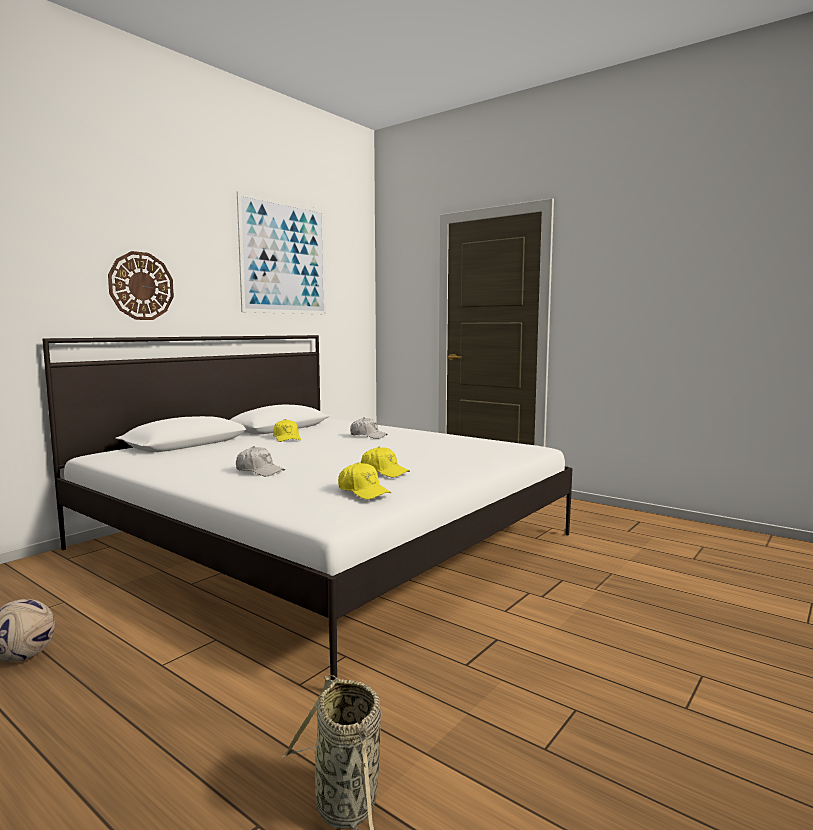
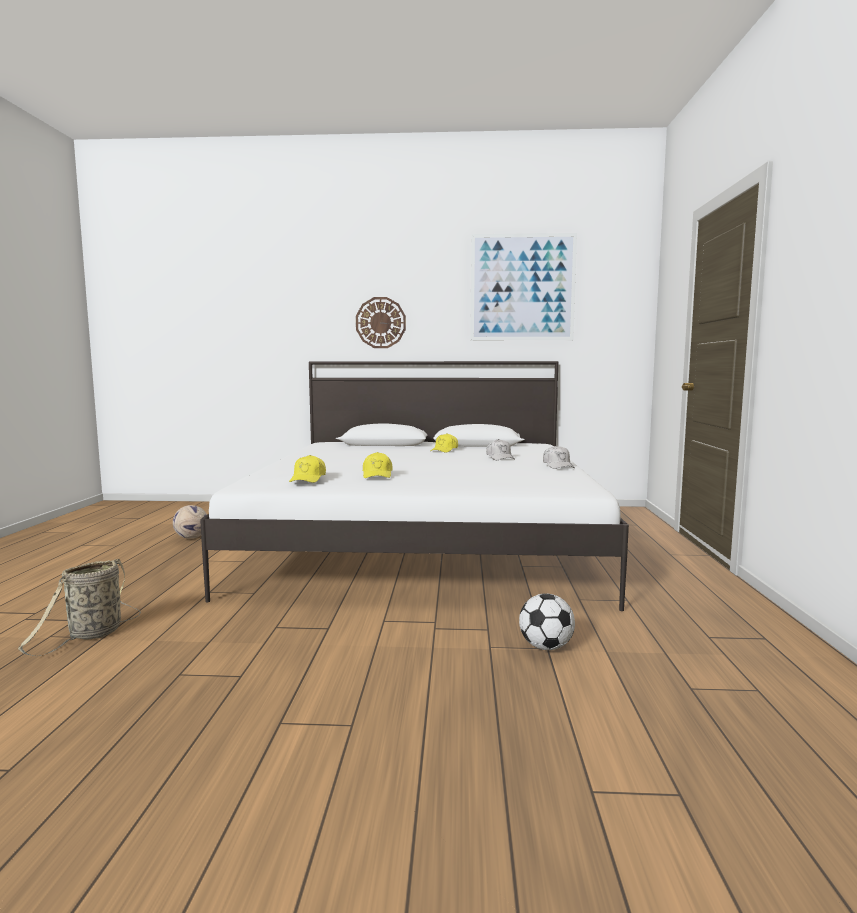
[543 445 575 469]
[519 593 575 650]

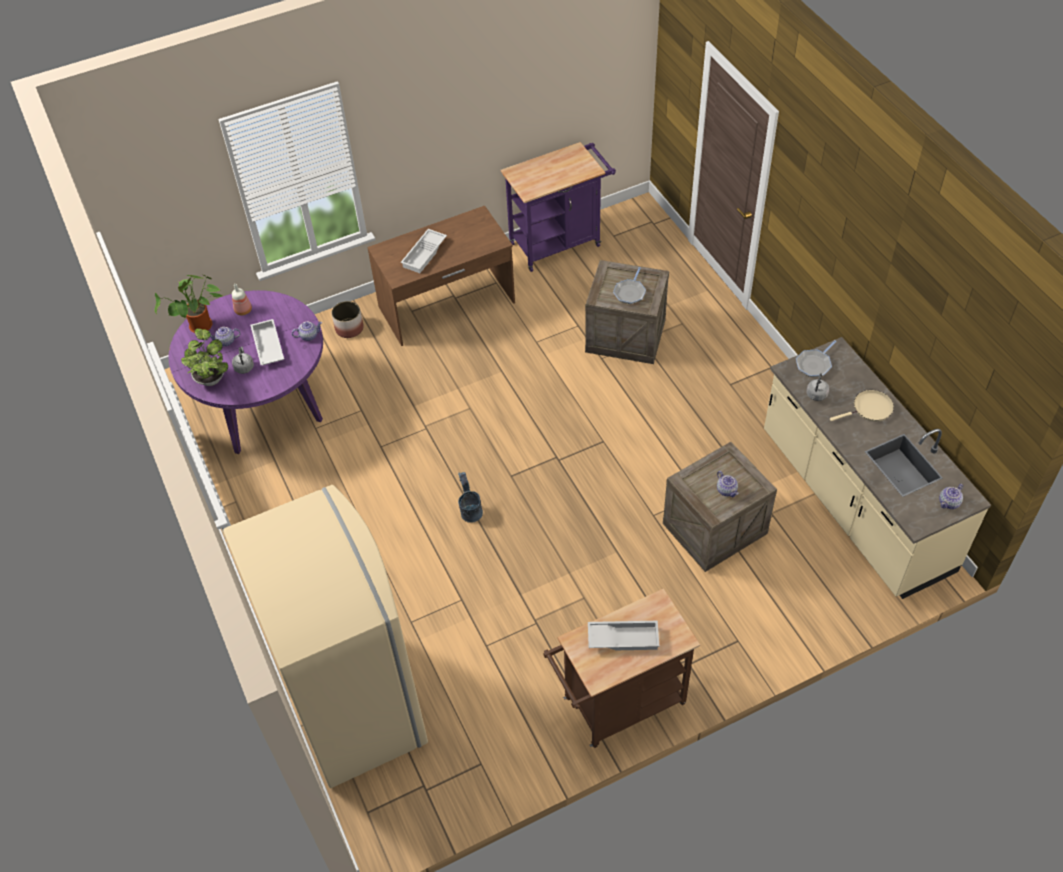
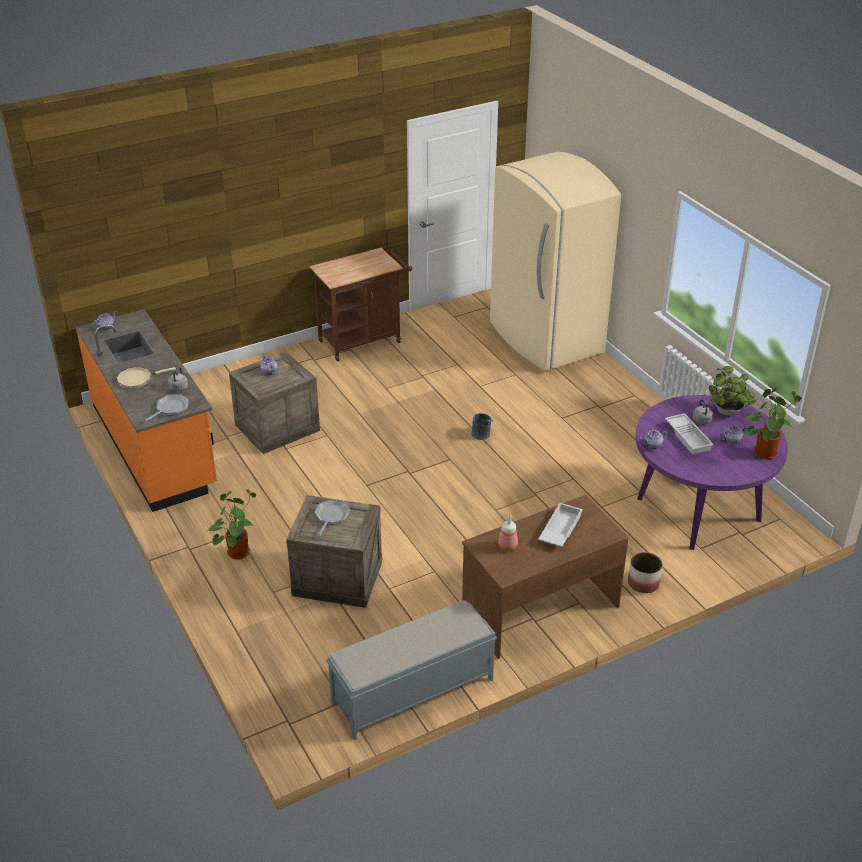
[498 515 518 551]
[326 600 497 740]
[588 621 660 650] (first image)
[76 309 217 512]
[207 489 256 560]

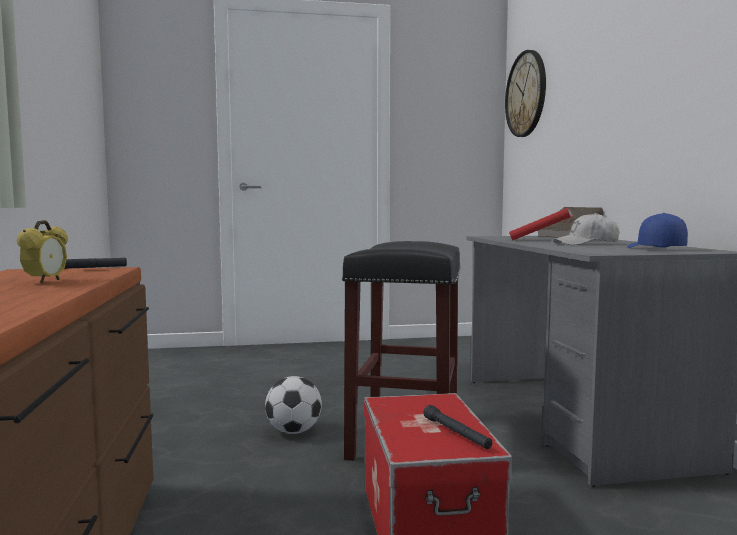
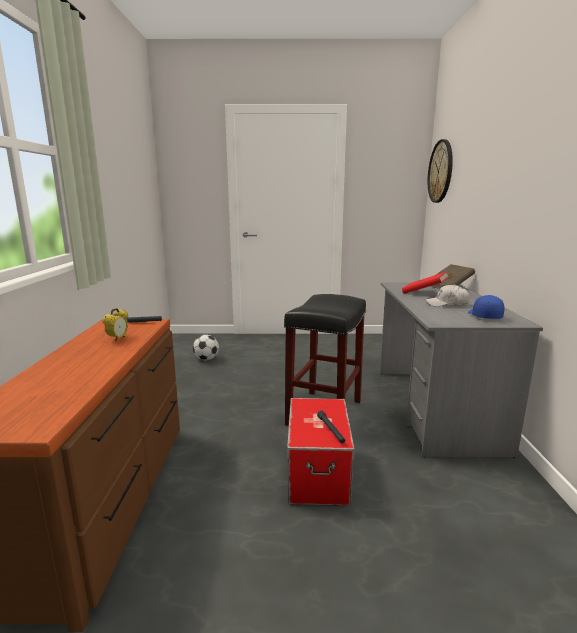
[193 335 219 360]

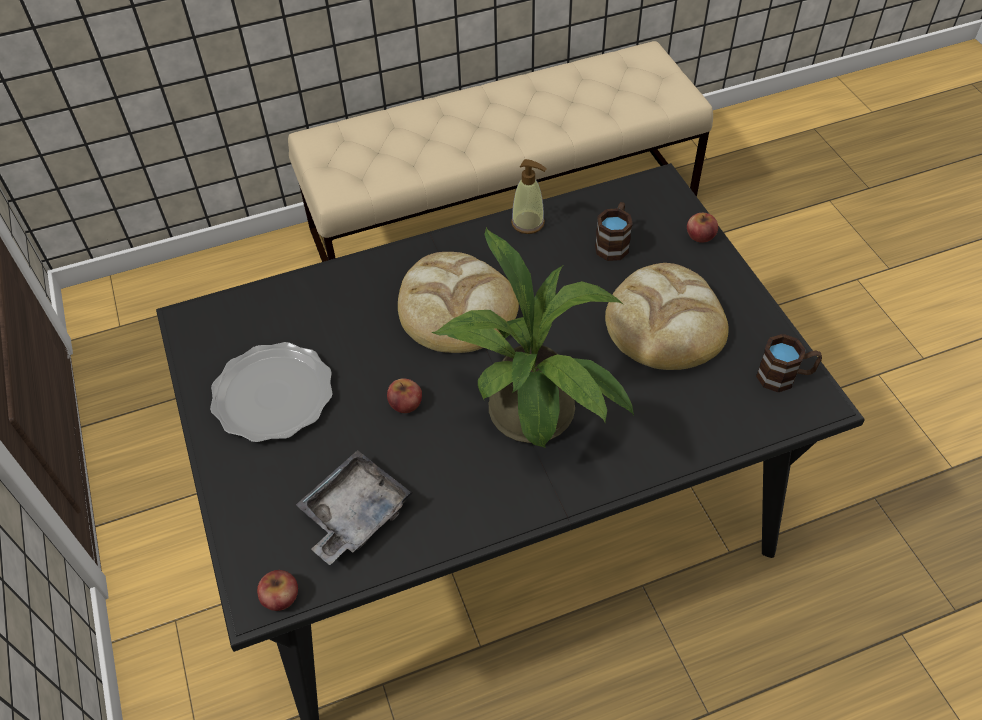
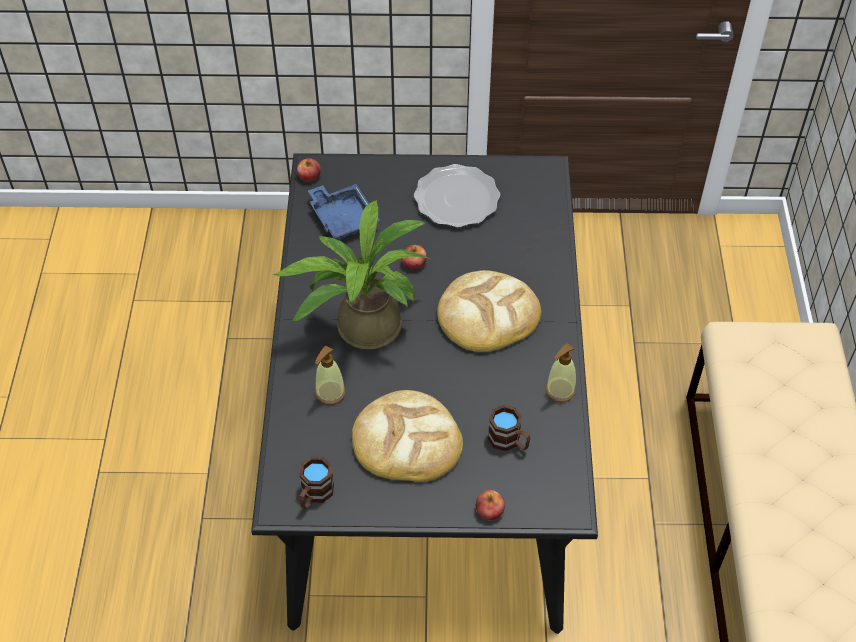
[308 184 380 240]
[315 346 345 405]

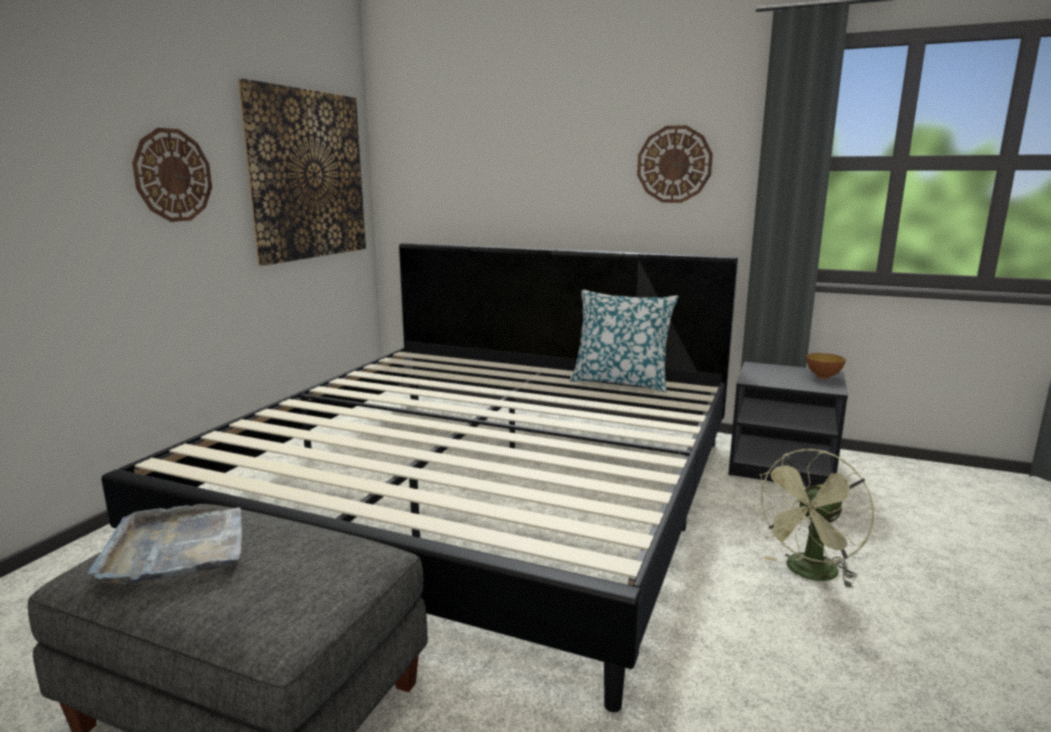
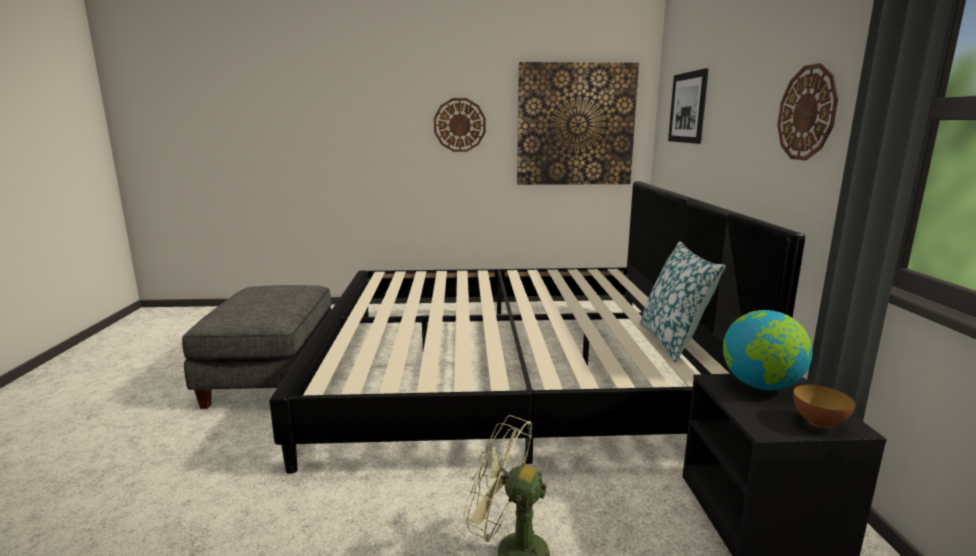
[88 504 242 585] (first image)
[668 68 709 144]
[723 310 812 390]

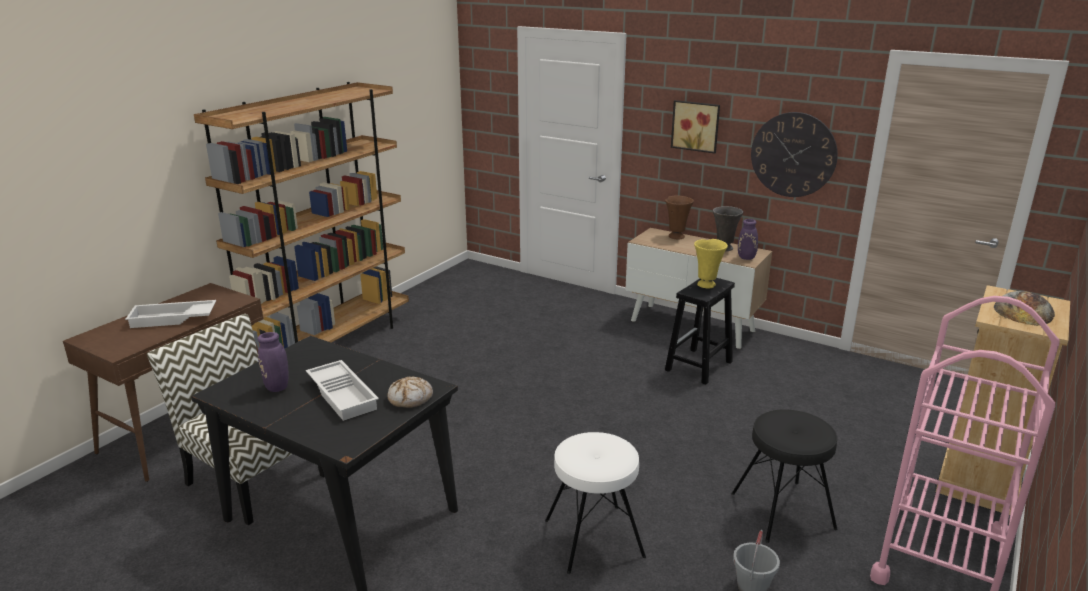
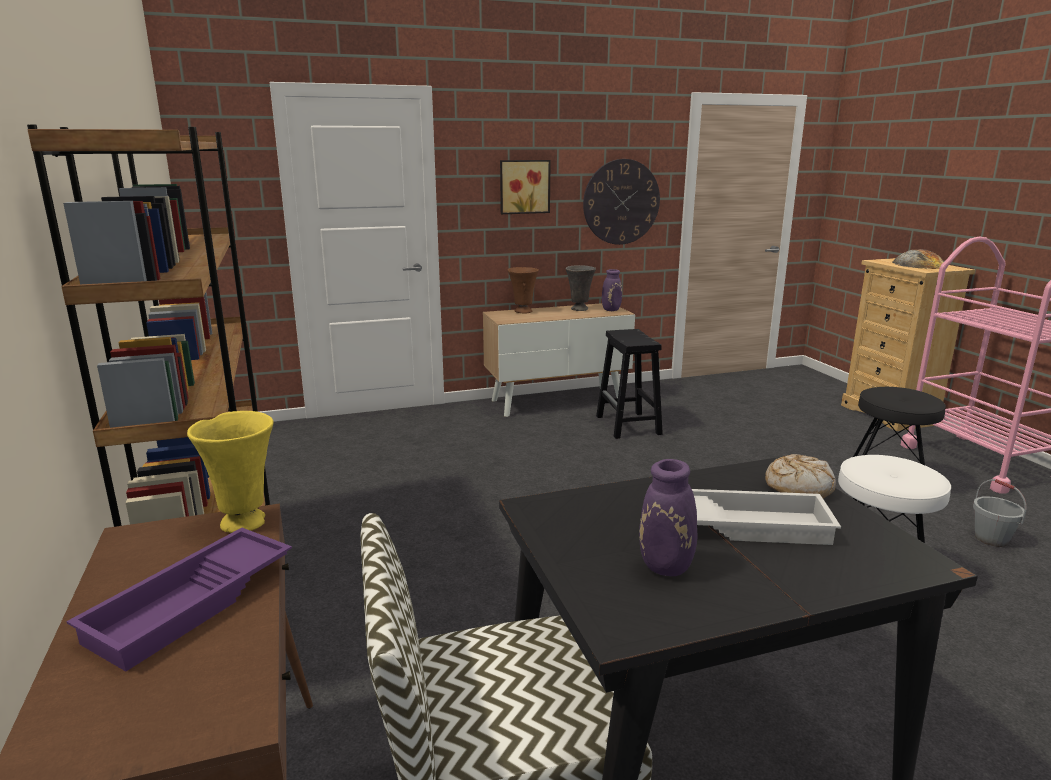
[66 528 292 671]
[187 411 274 533]

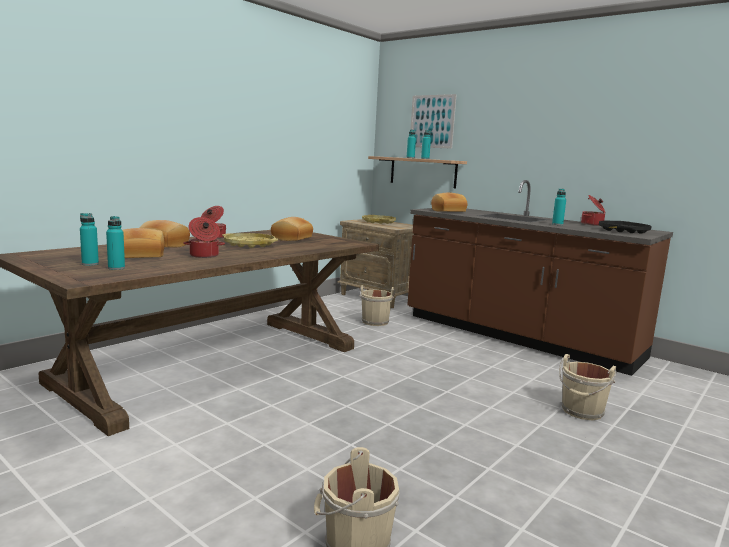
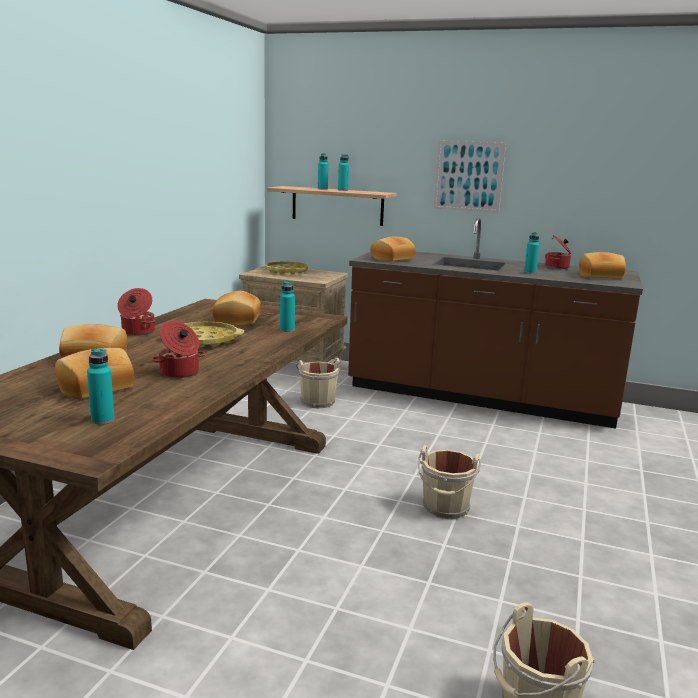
[280 281 295 332]
[434 141 506 213]
[418 445 481 519]
[579 252 626 279]

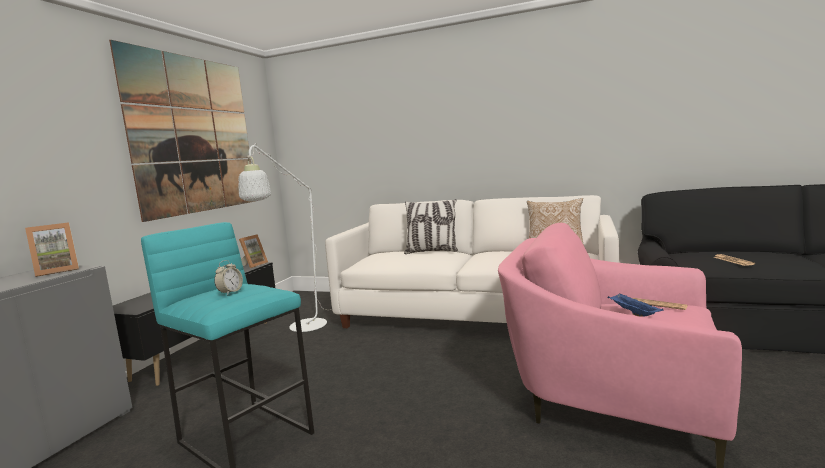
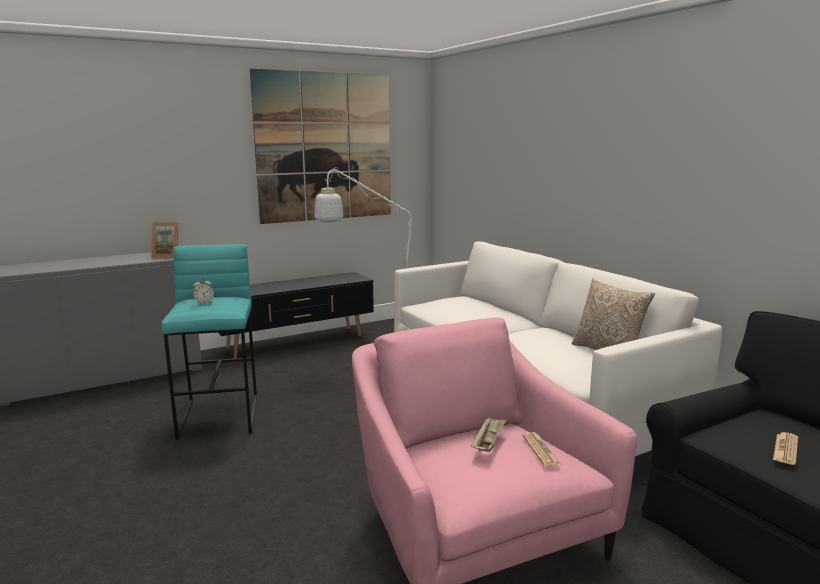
[239 234 268 268] (first image)
[404 199 458 254] (first image)
[471 416 507 452]

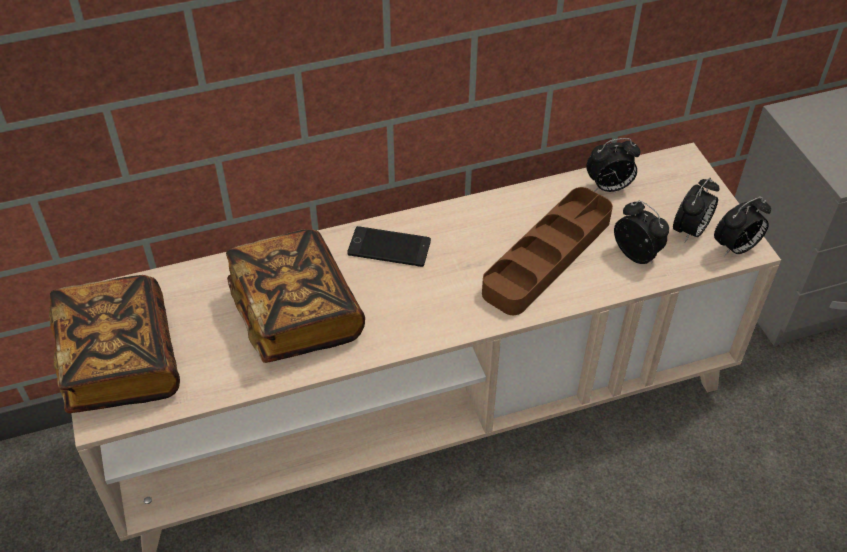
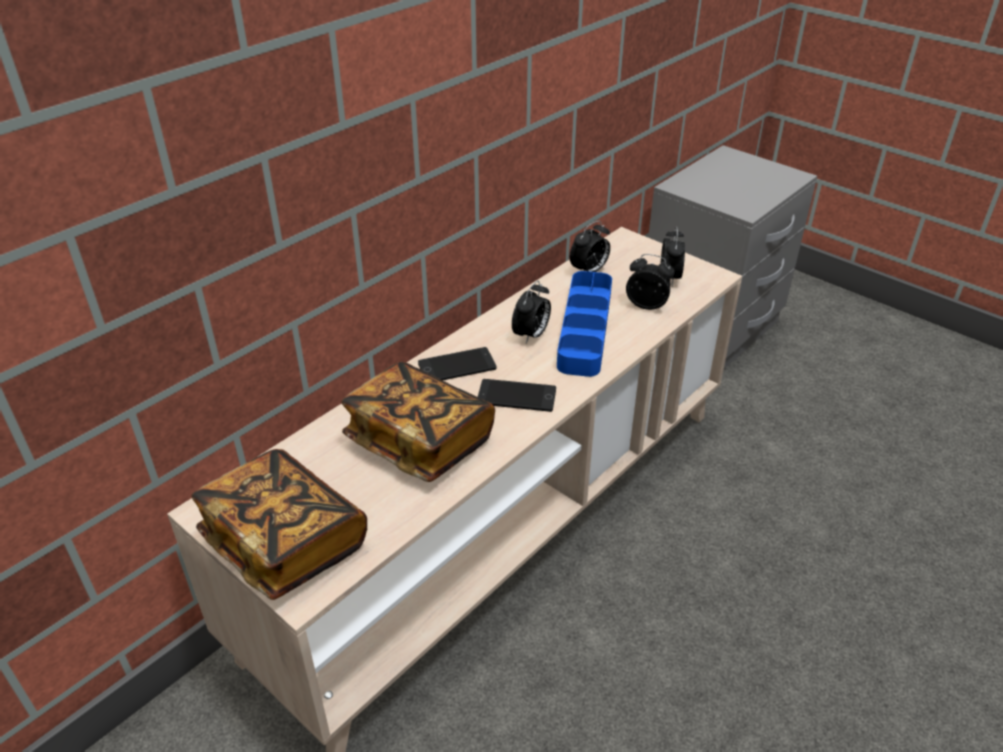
[557 271 612 377]
[512 281 551 344]
[478 379 556 412]

